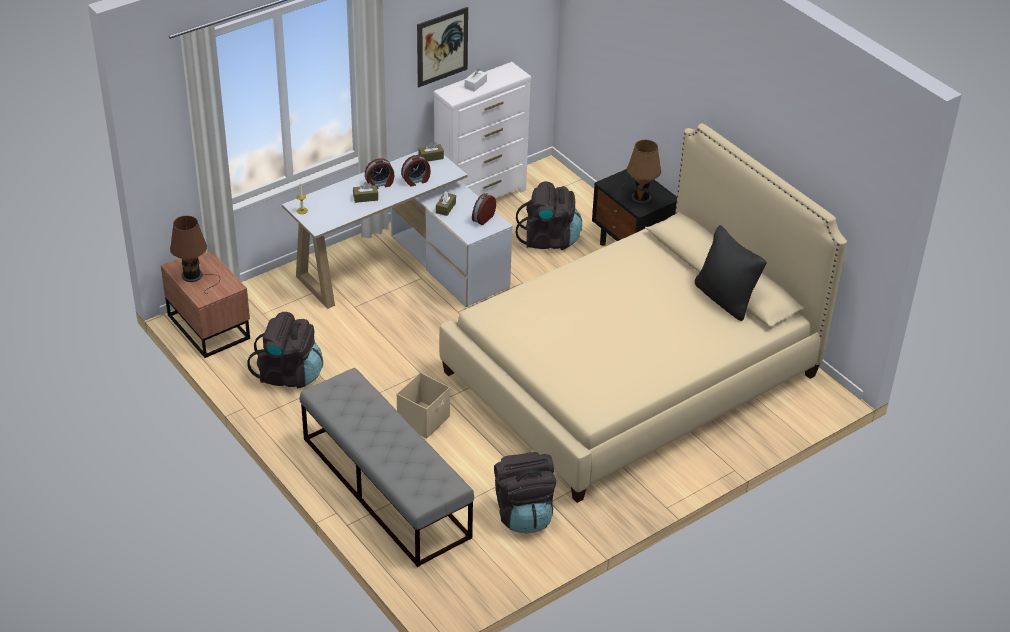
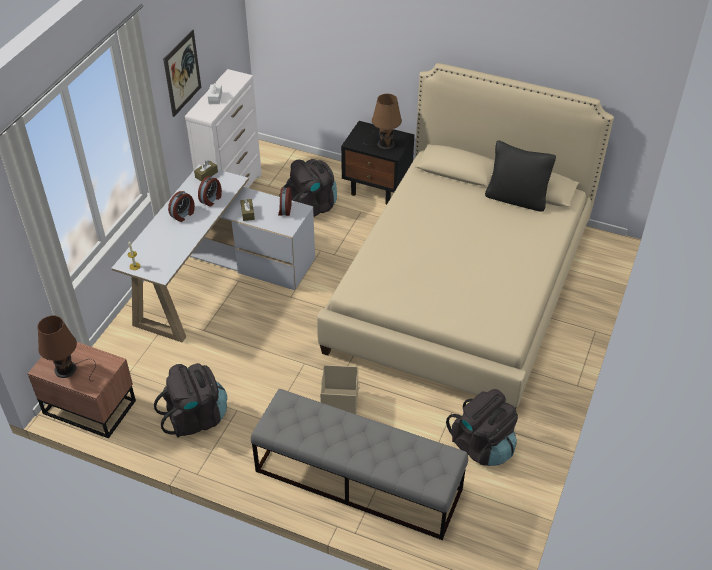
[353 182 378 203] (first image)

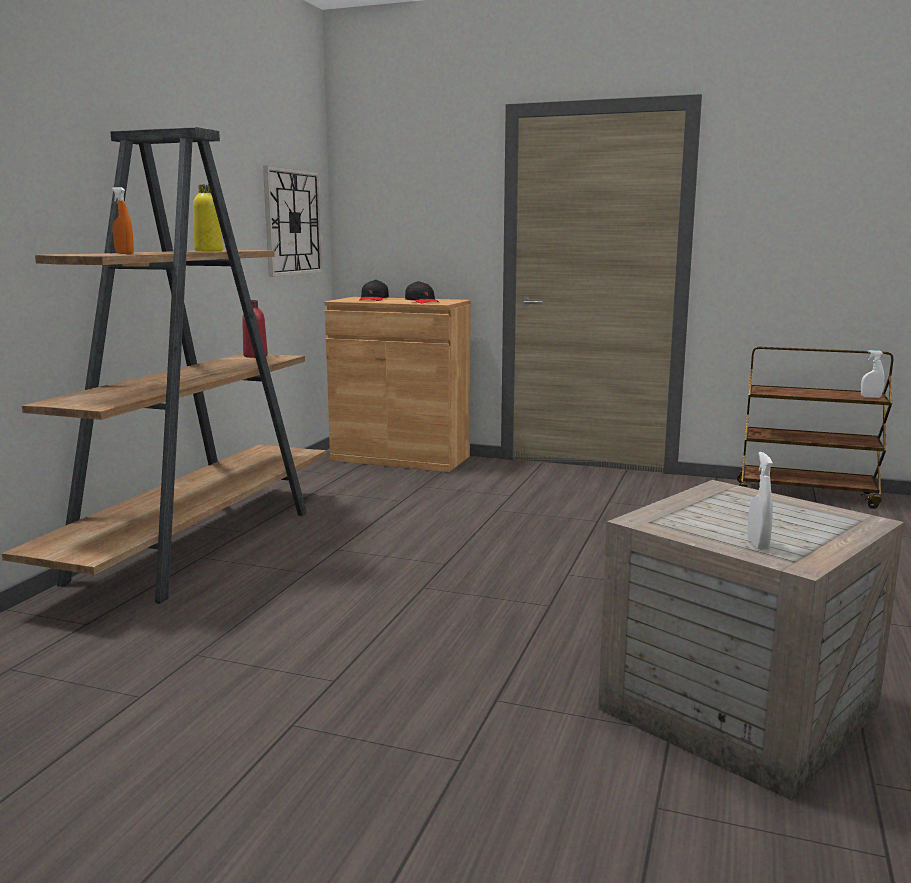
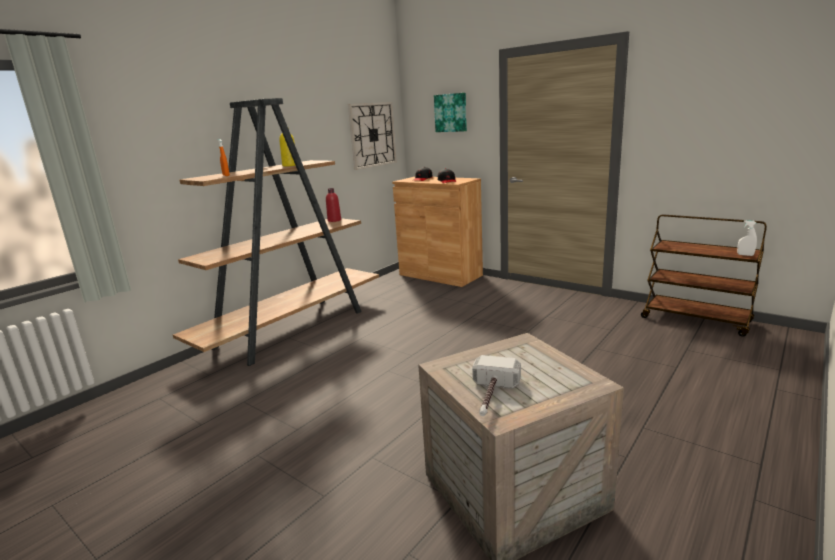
[472 355 521 416]
[434 93 467 132]

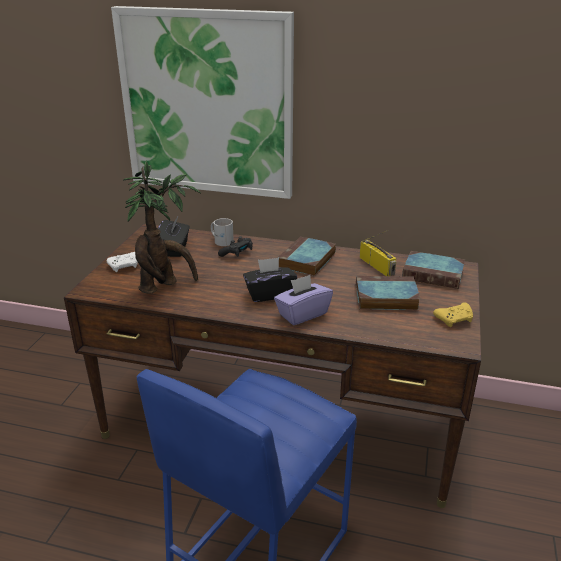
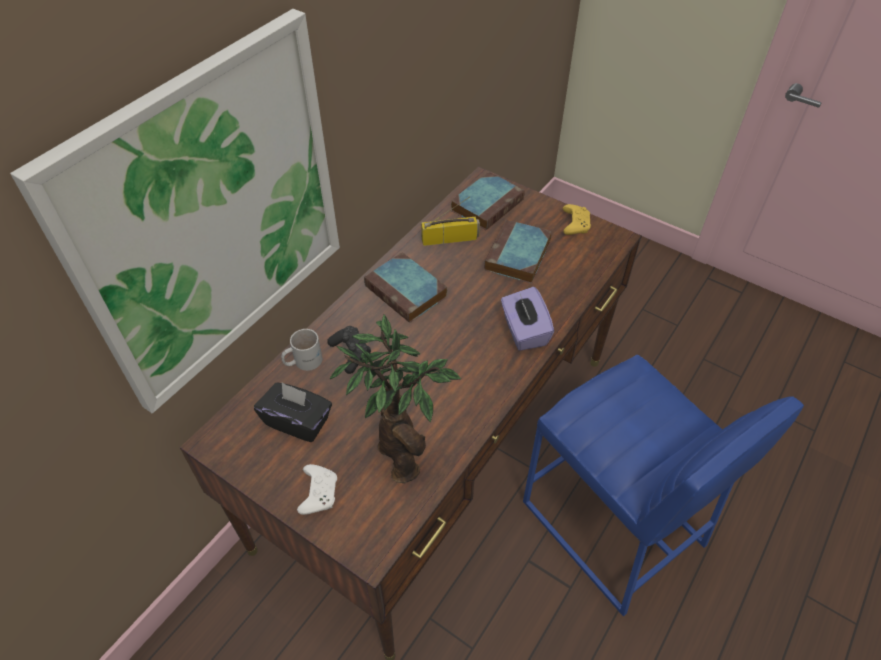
[243 258 297 302] (first image)

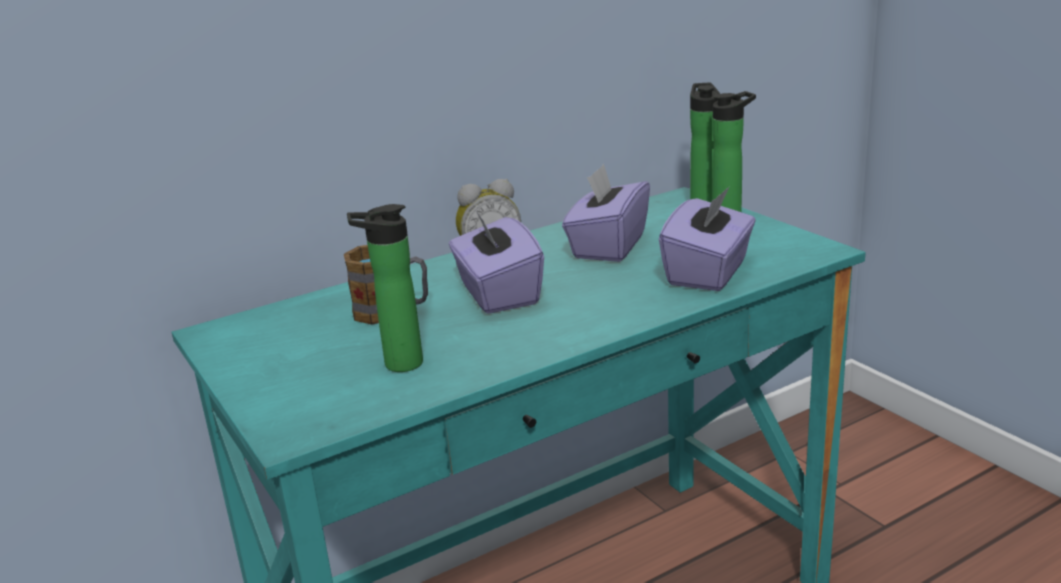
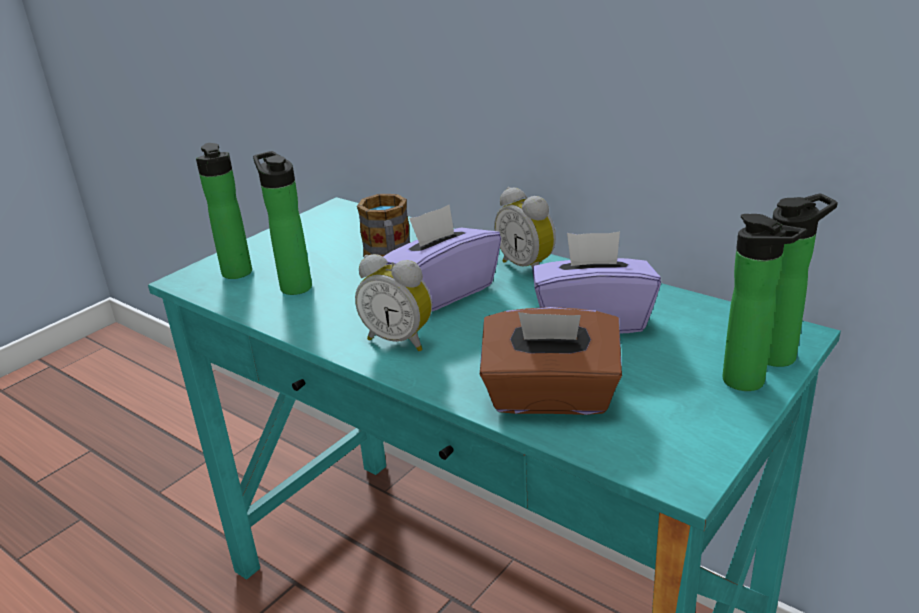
[480 307 622 415]
[196 143 252 279]
[355 254 432 351]

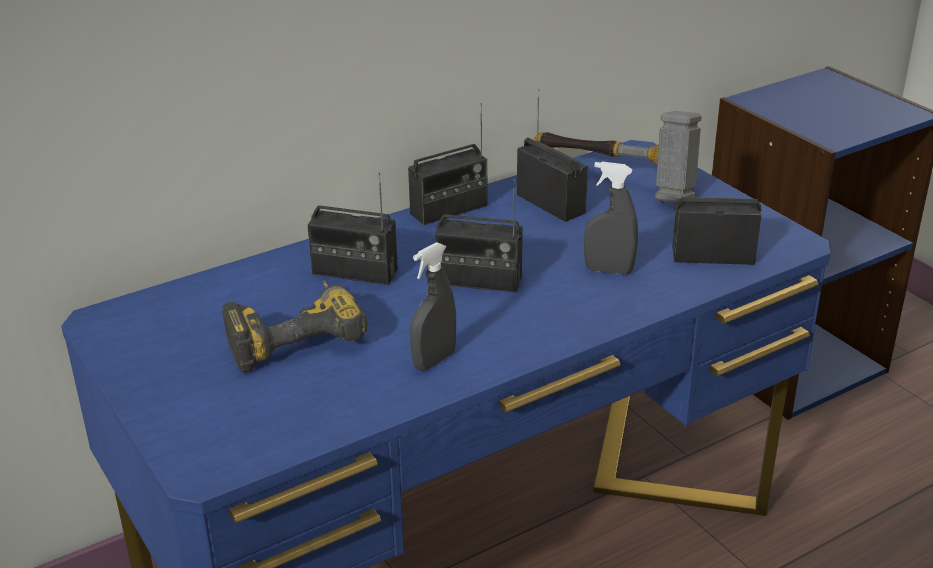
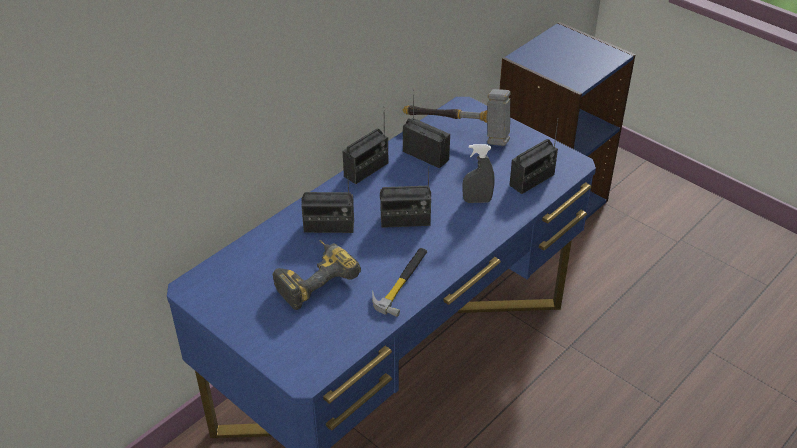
[372 248 427 317]
[509 118 559 194]

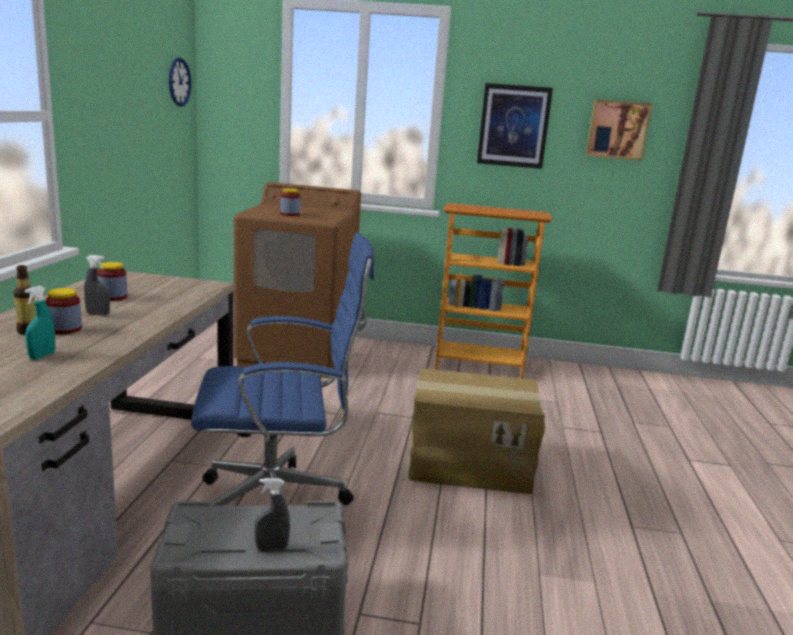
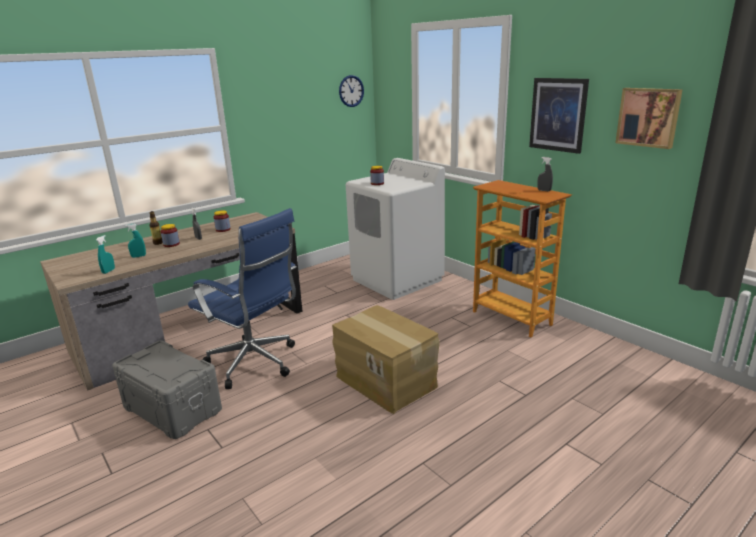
[346 158 445 300]
[537 157 553 192]
[96 235 115 274]

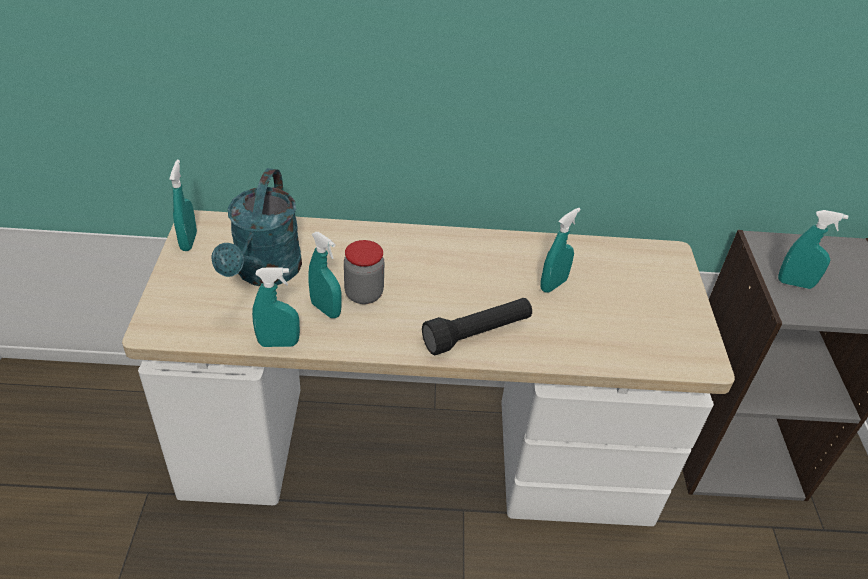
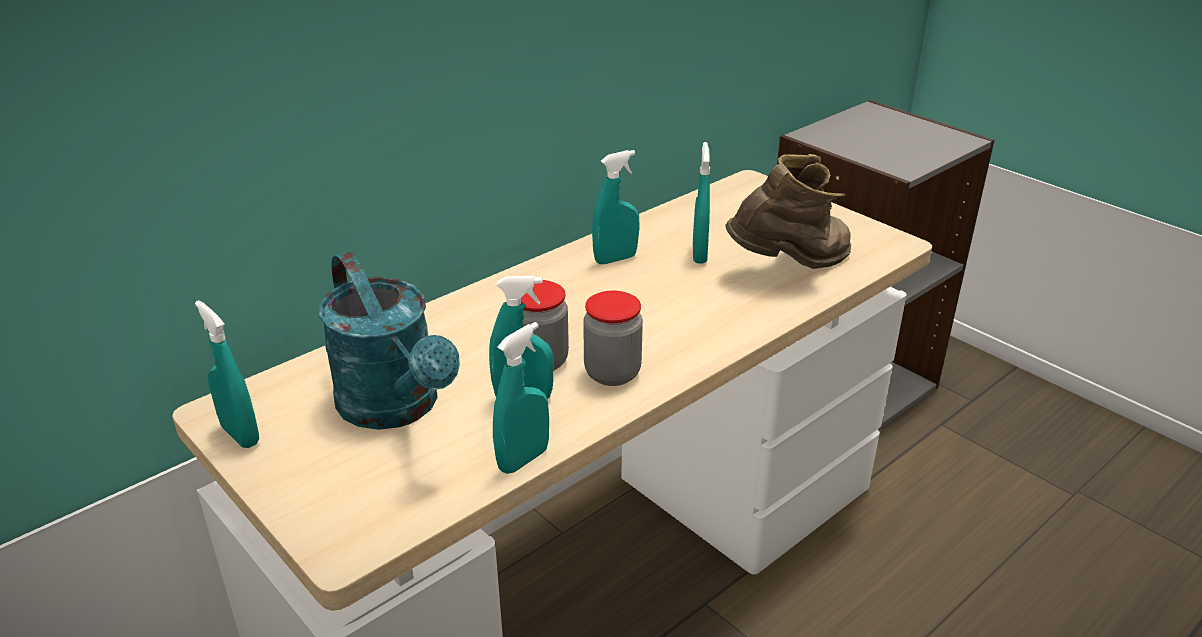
[422 298 532 355] (first image)
[592 150 639 264]
[583 291 643 386]
[725 154 851 269]

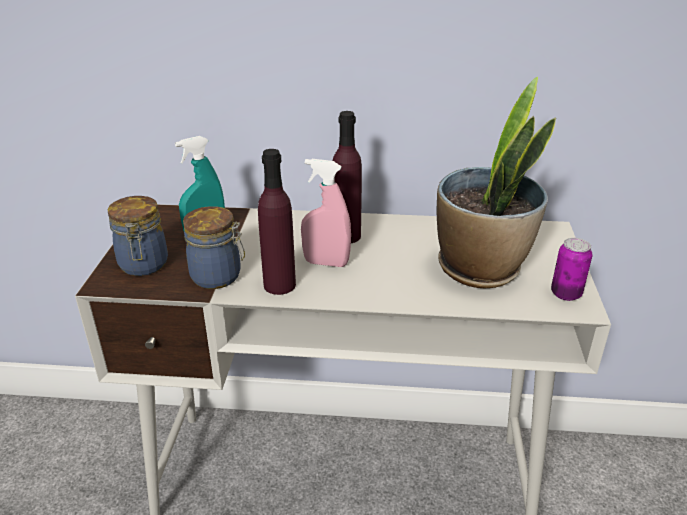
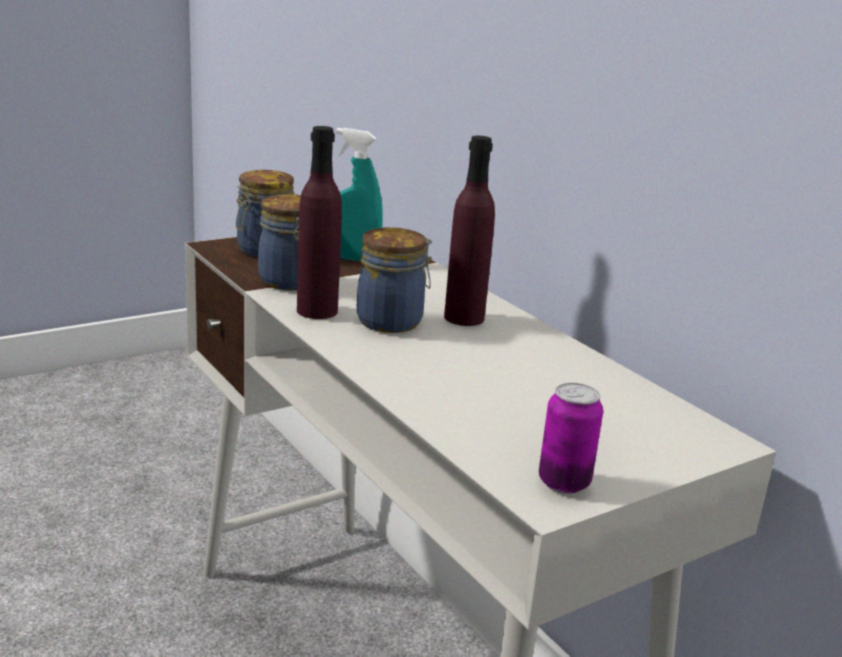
[357 227 432 333]
[437 77 556 288] (first image)

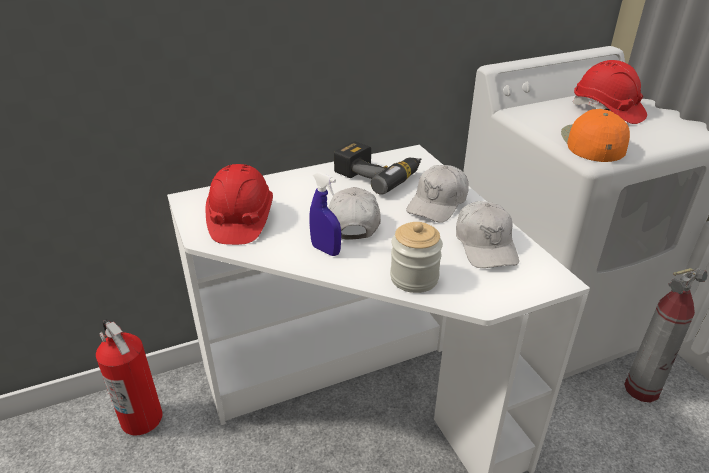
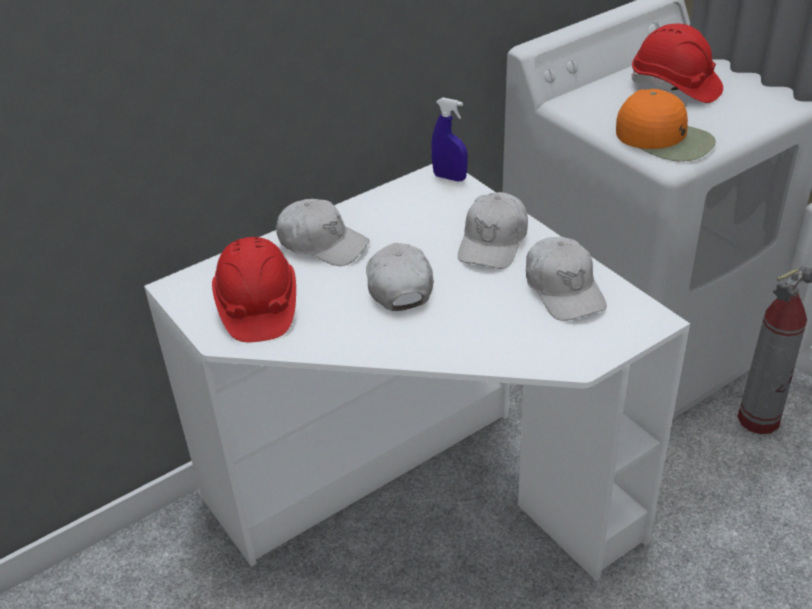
[96 319 162 435] (first image)
[431 98 468 181]
[334 141 421 195] (first image)
[390 222 443 293] (first image)
[616 89 716 162]
[276 199 369 266]

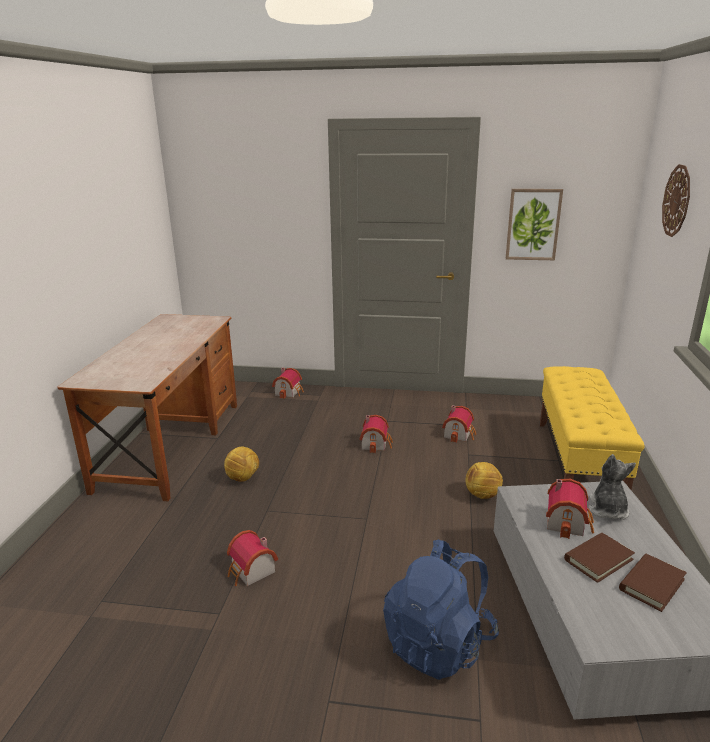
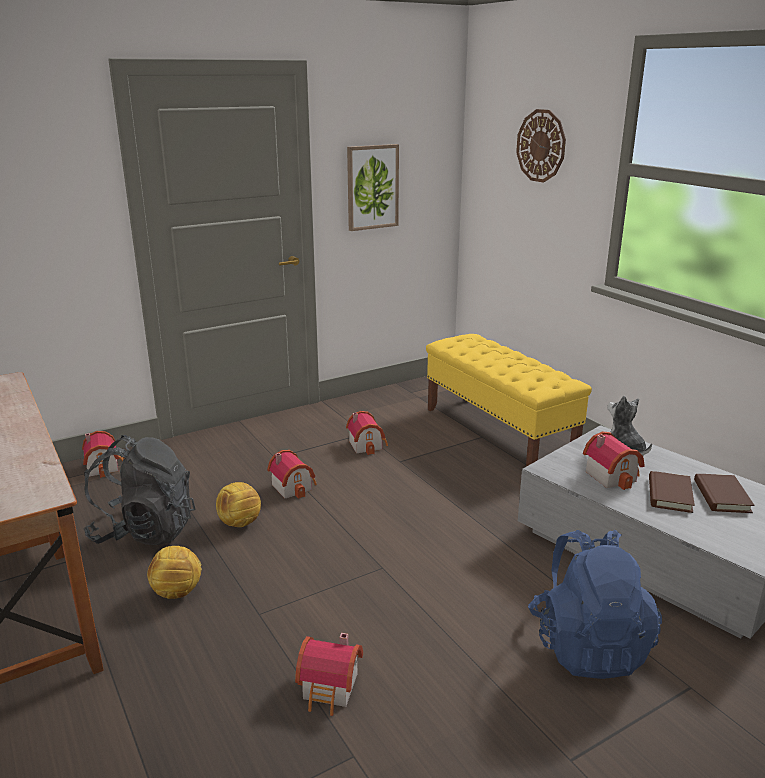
[216 482 261 527]
[83 435 195 545]

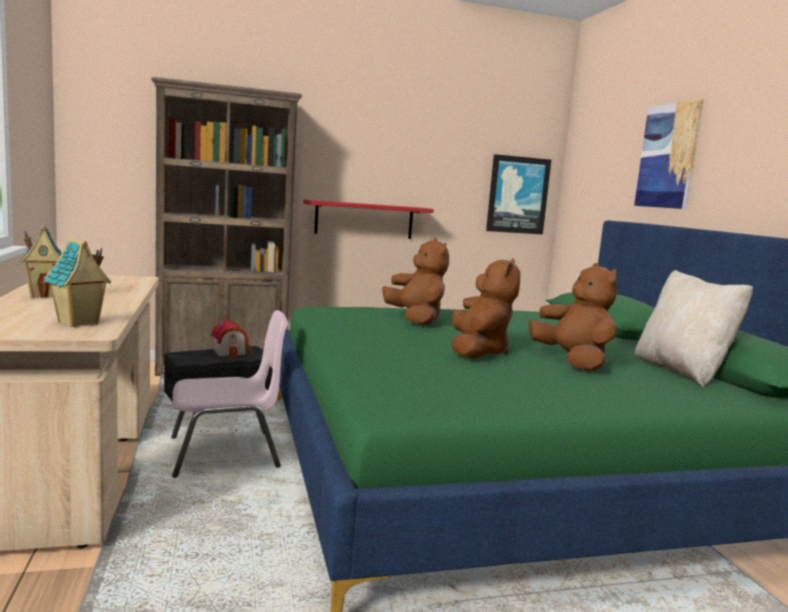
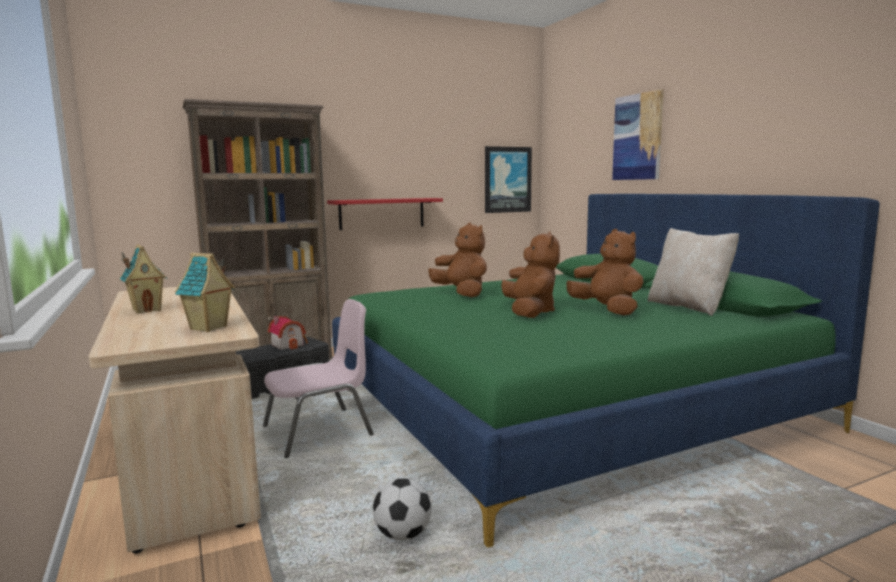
[373 478 432 540]

